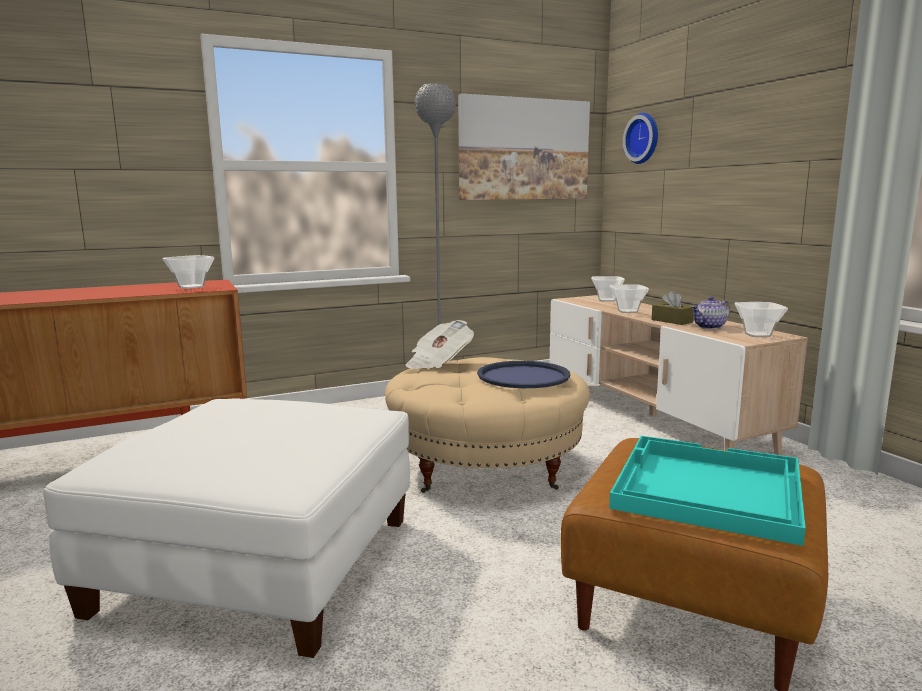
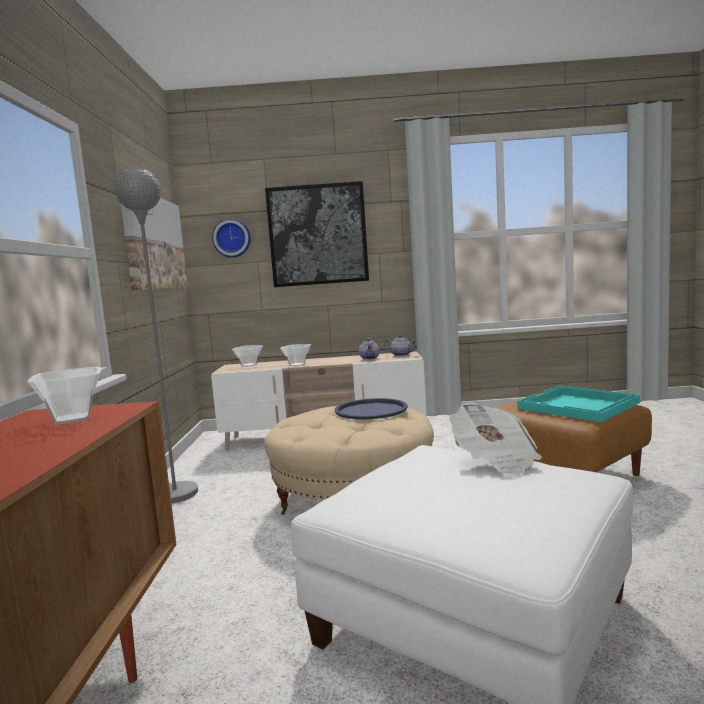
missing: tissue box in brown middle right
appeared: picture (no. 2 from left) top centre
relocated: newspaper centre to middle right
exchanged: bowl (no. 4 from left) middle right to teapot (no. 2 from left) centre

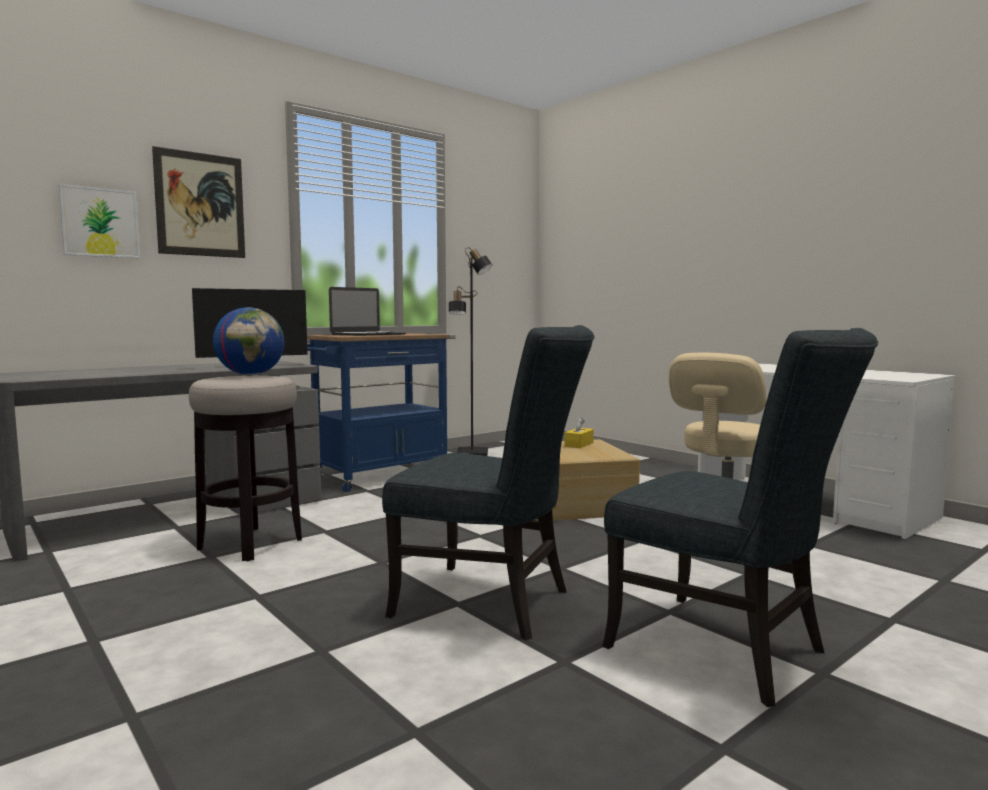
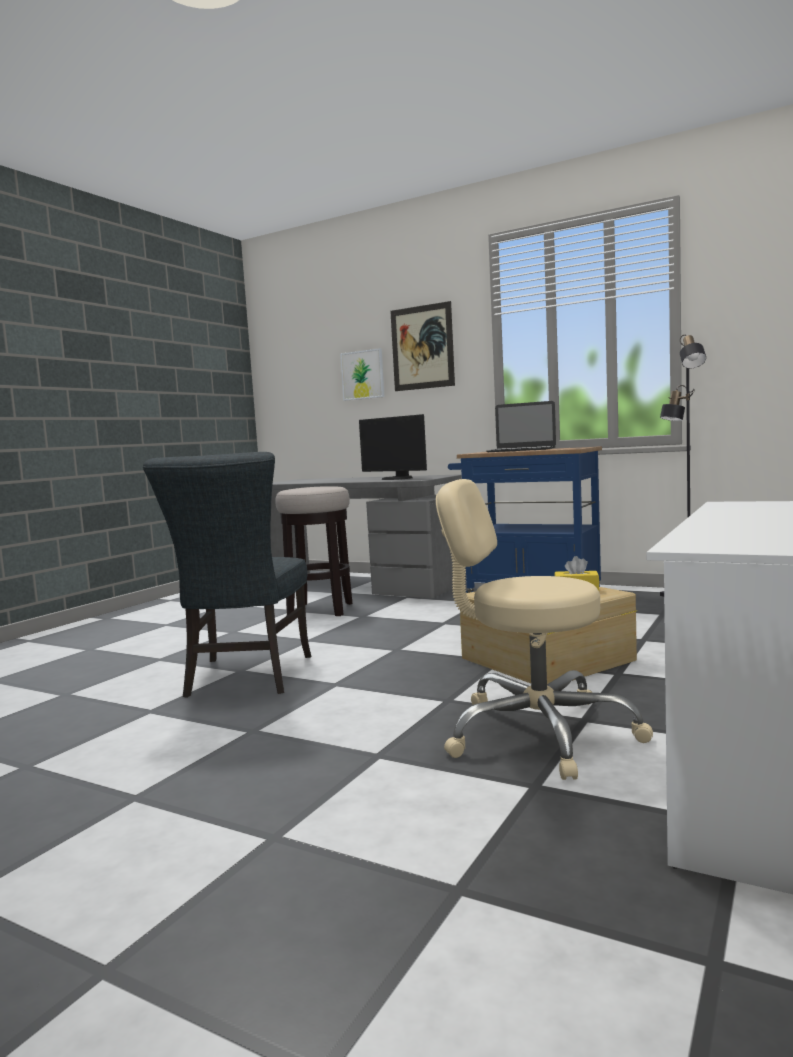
missing: globe middle left; chair in grey (no. 2 from left) middle right

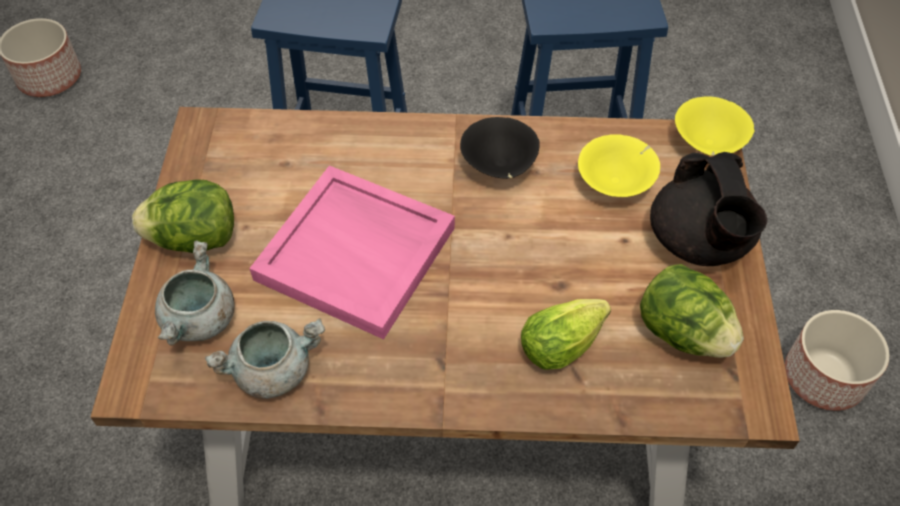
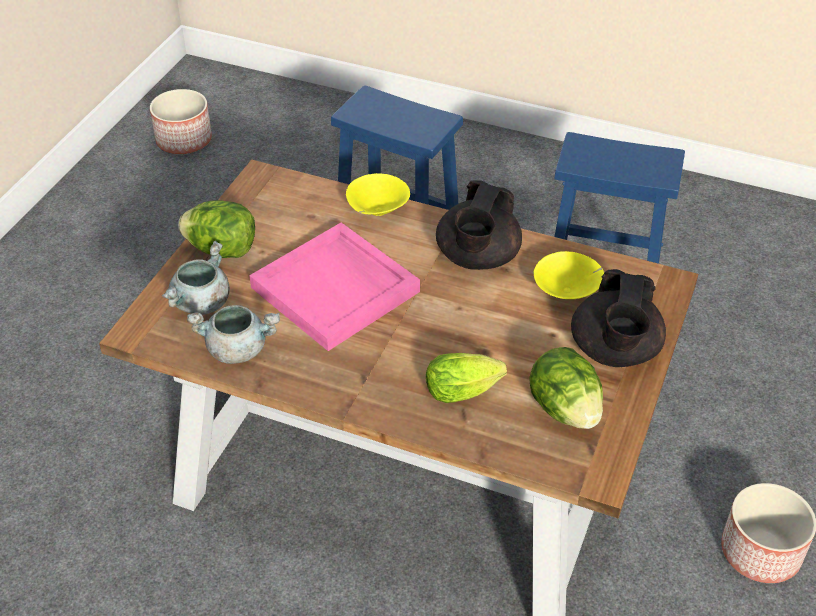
relocated: bowl in yellow (no. 2 from left in the first image) top right to bowl in yellow (no. 1 from left) top centre
exchanged: bowl in black top centre to teapot in black (no. 1 from left) centre

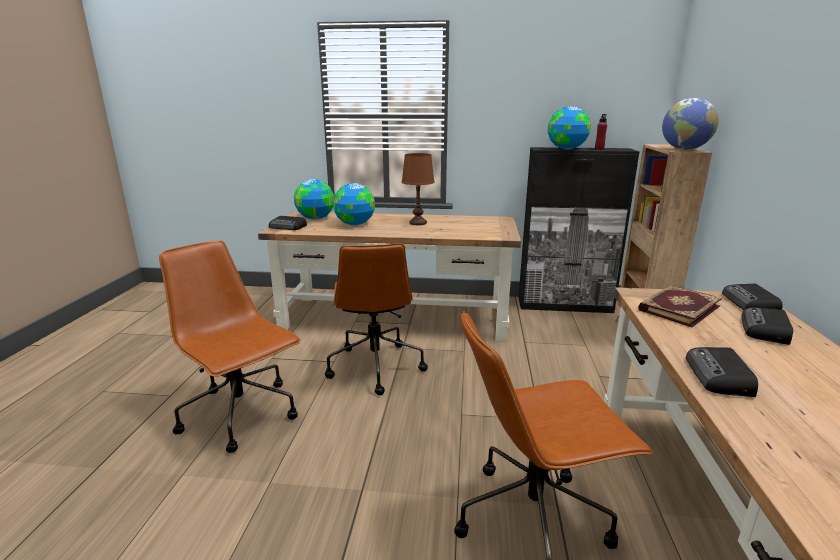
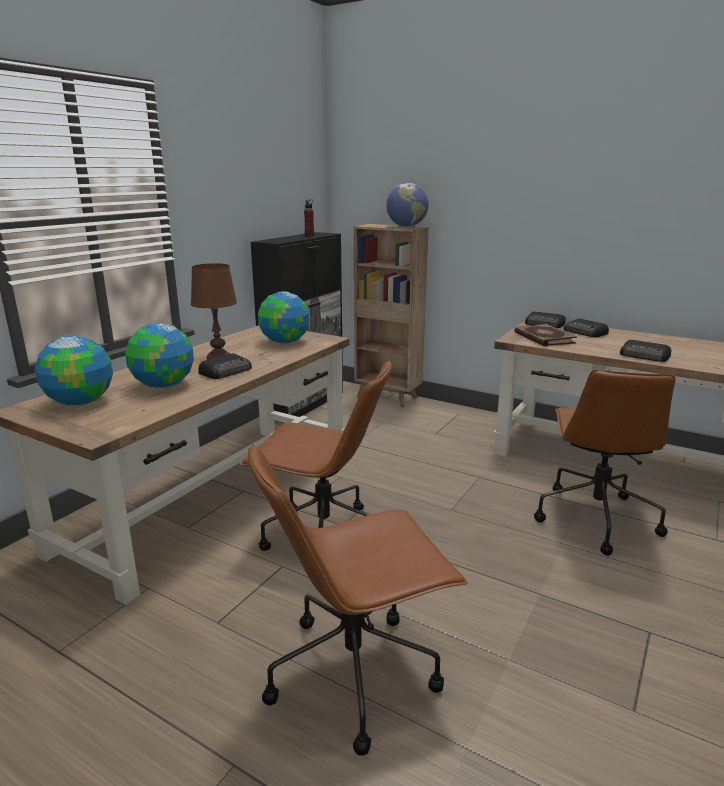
relocated: radio (no. 1 from left) centre to middle left; globe (no. 3 from left) top right to centre

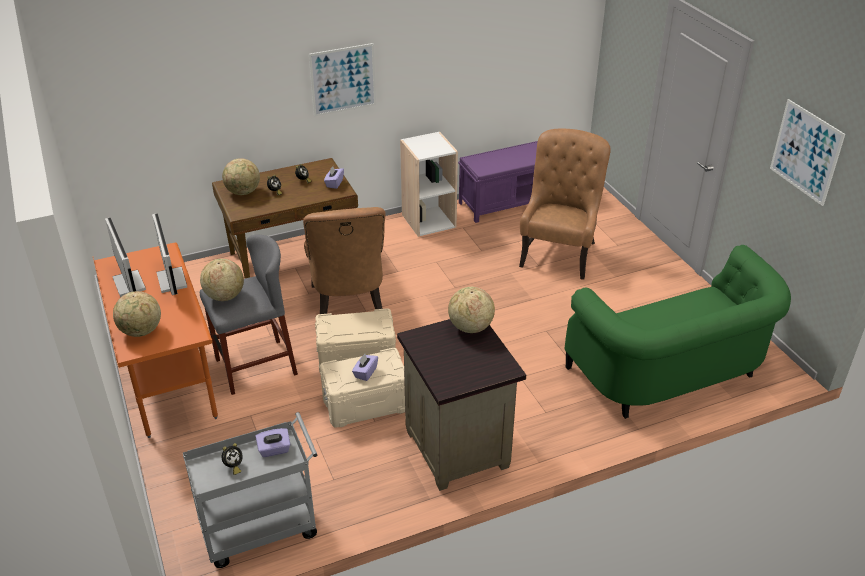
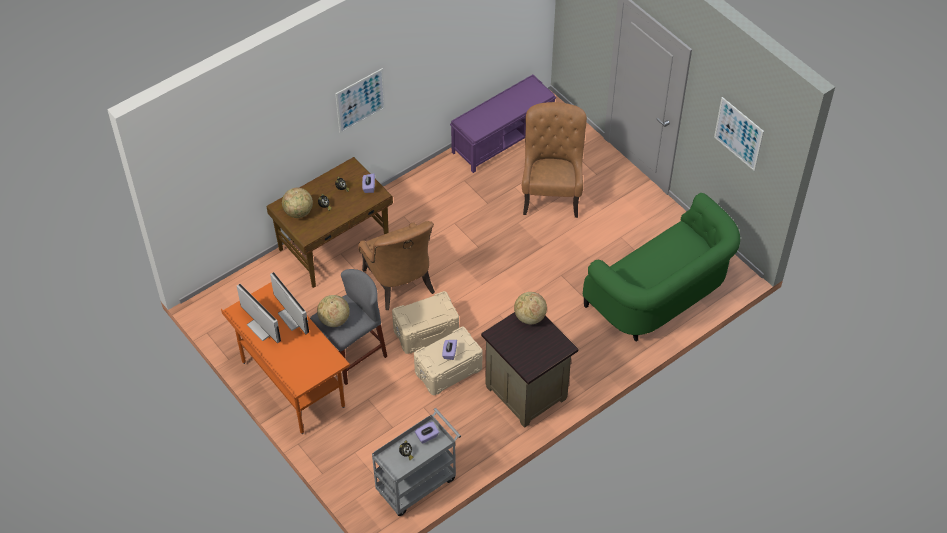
missing: globe (no. 1 from left) middle left; bookcase top centre

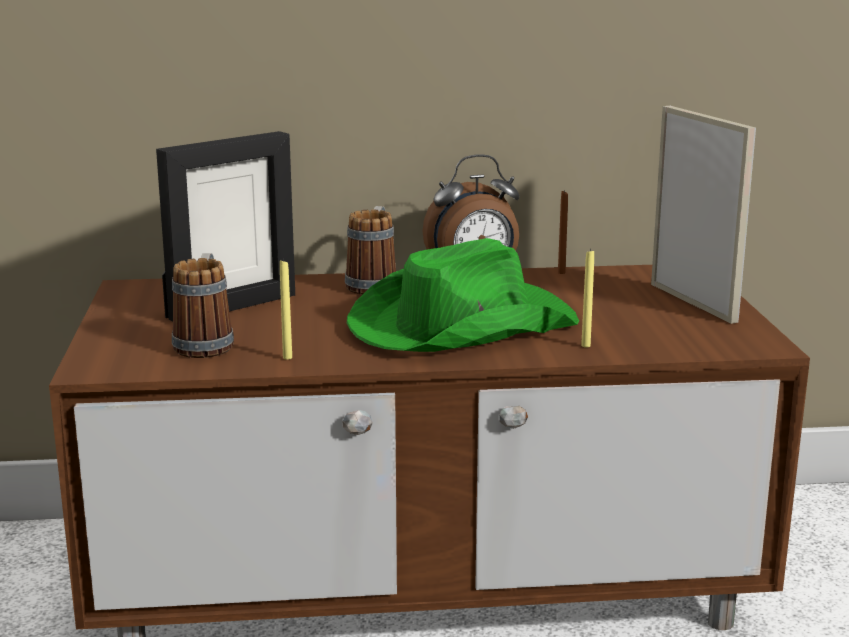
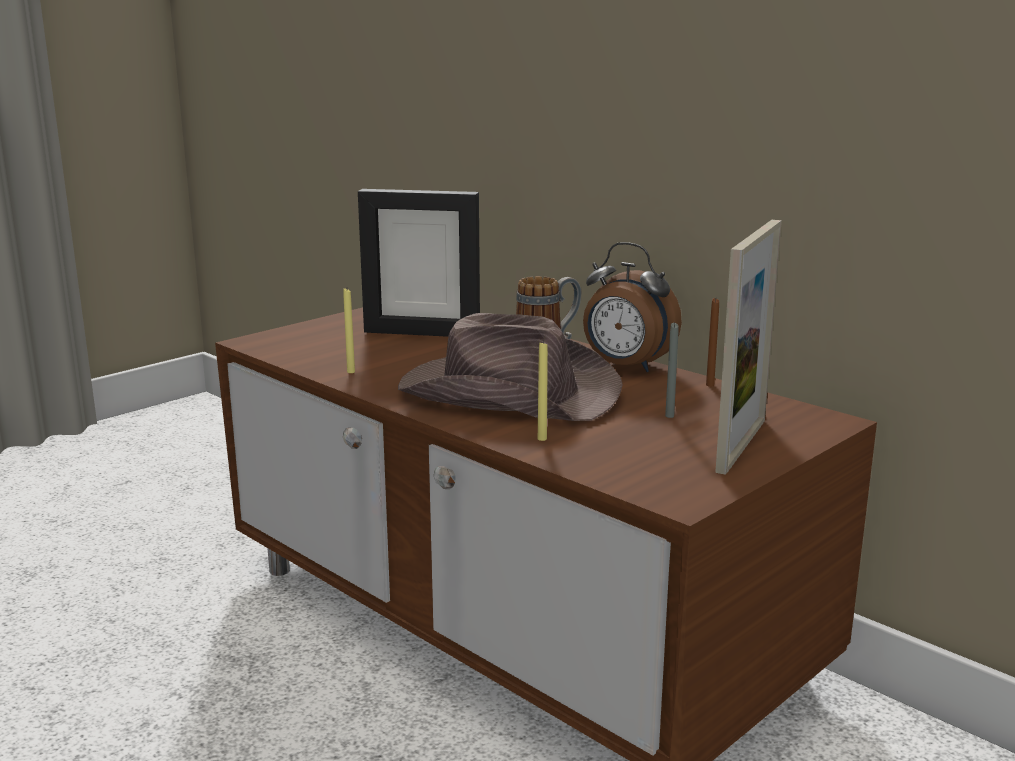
missing: mug (no. 1 from left) middle left
appeared: candle in grey centre
colour: hat in green centre to hat in brown centre

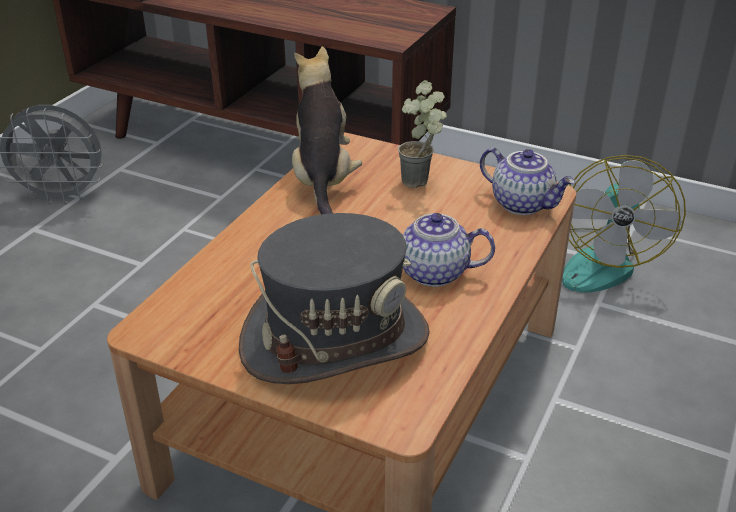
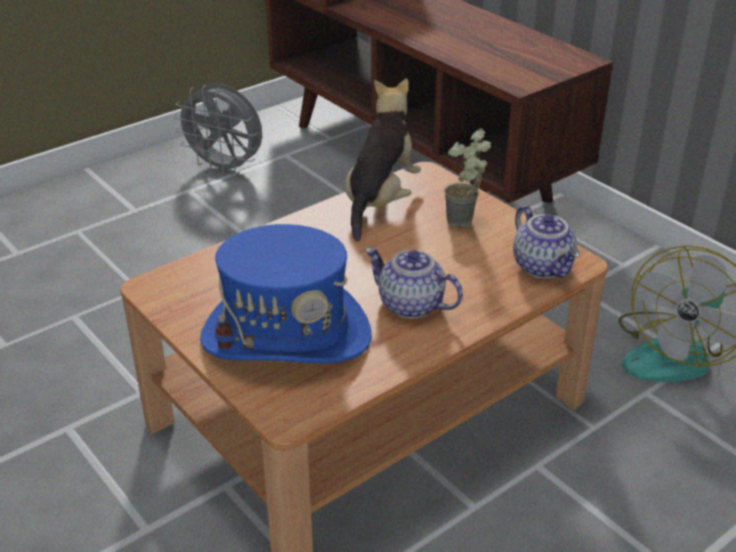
colour: hat in grey centre to hat in blue centre

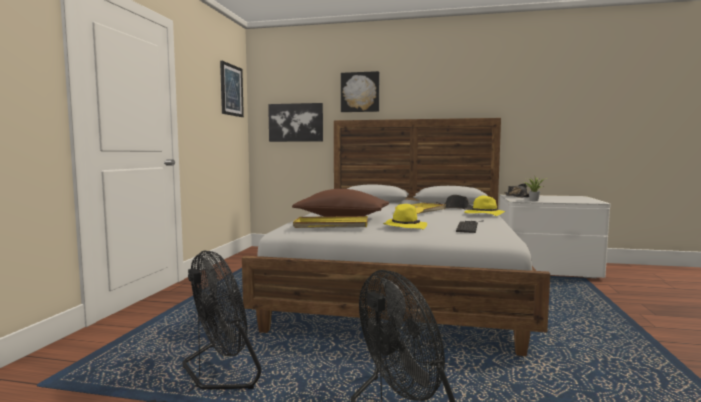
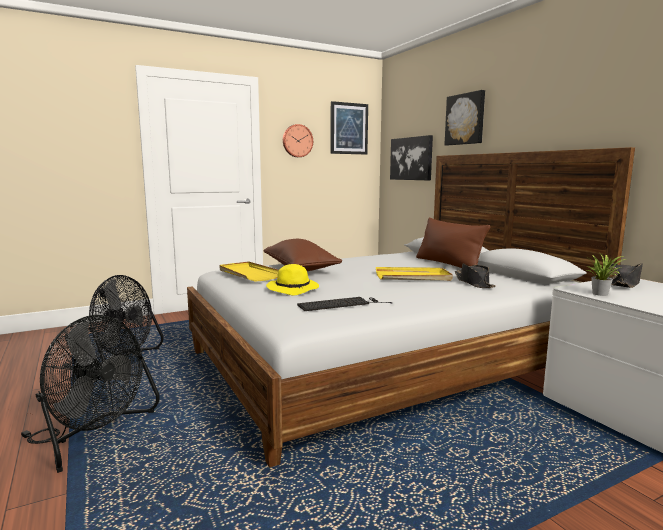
missing: hat in yellow (no. 2 from left) middle right
appeared: wall clock top centre; pillow in brown (no. 2 from left) middle right

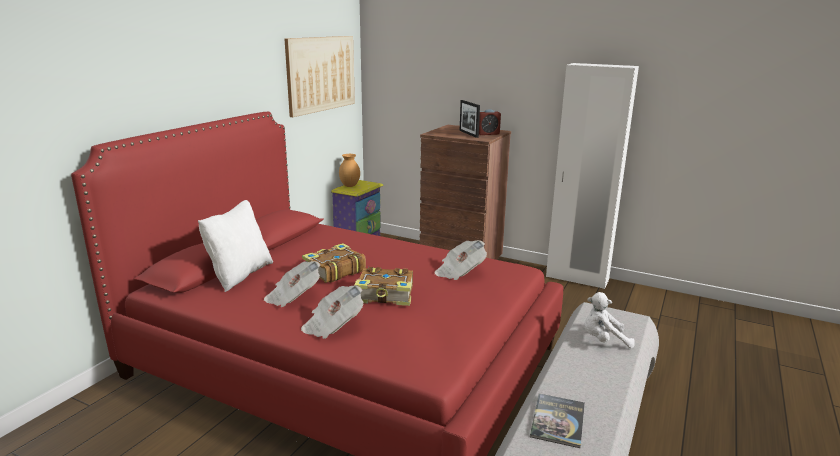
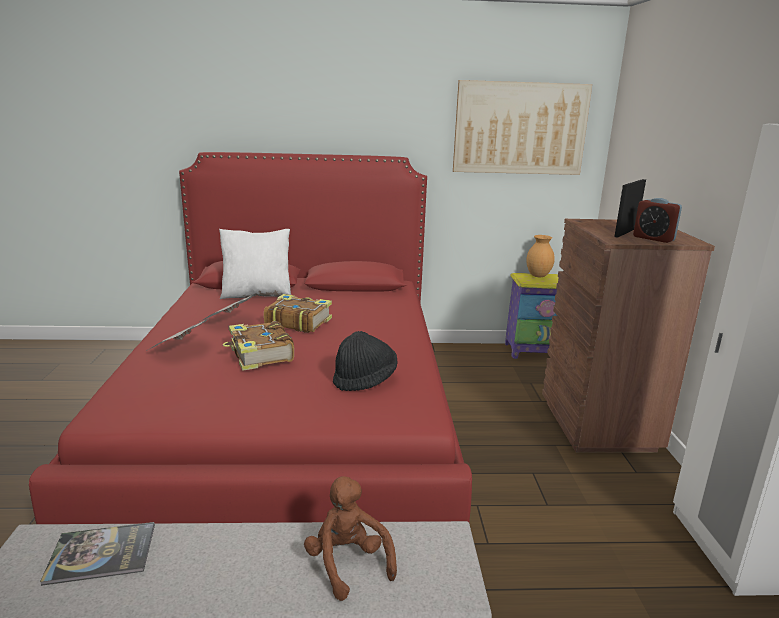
exchanged: newspaper (no. 3 from left) centre to hat in black centre
colour: plush toy in white bottom right to plush toy in brown bottom centre

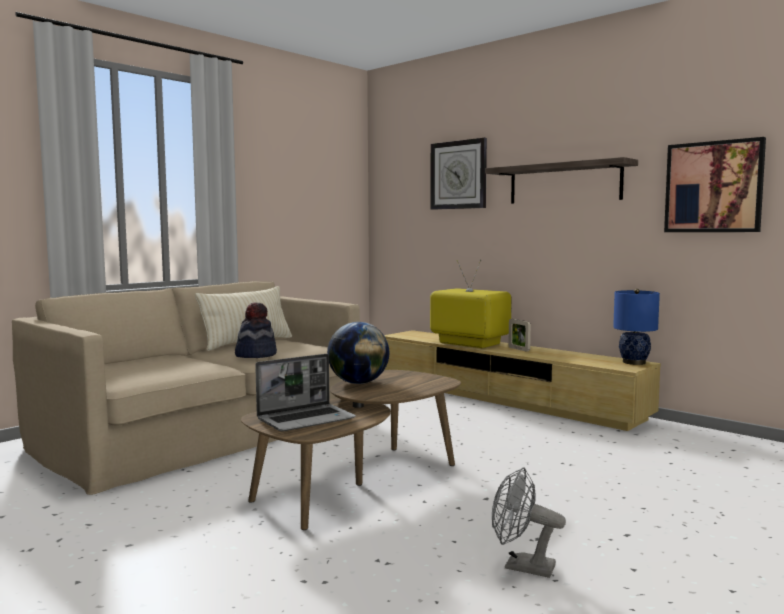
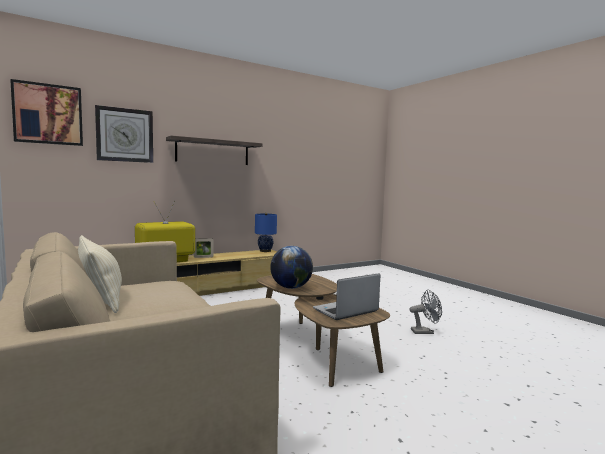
missing: hat middle left
relocated: picture top right to top left
spun: laptop centre = centre 105 degrees counterclockwise; fan in grey bottom right = bottom right 135 degrees counterclockwise

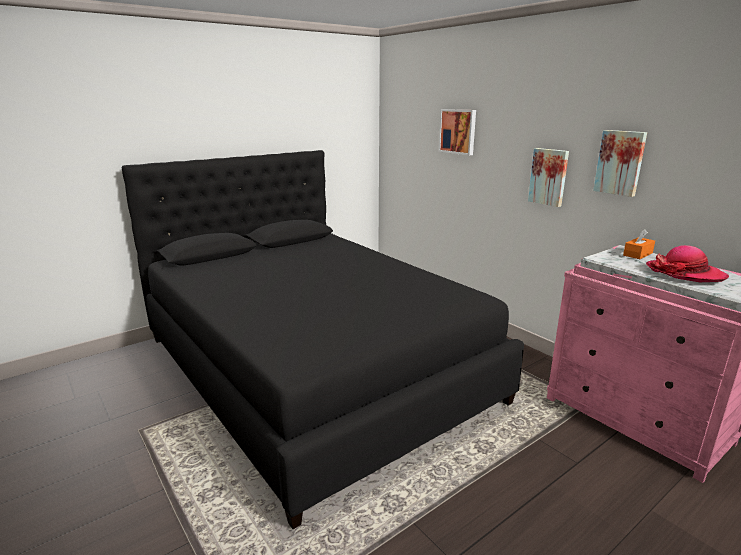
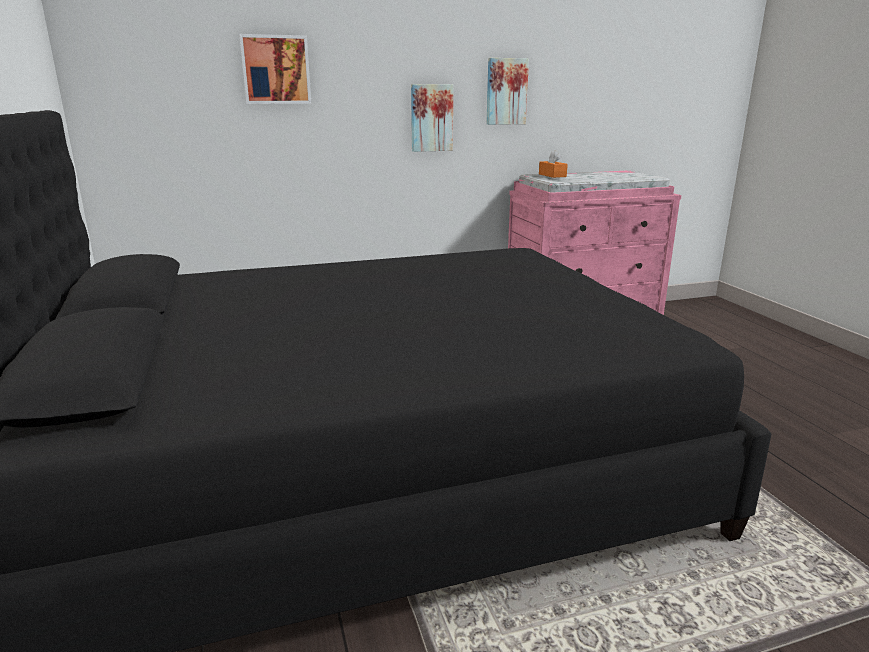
missing: hat middle right

